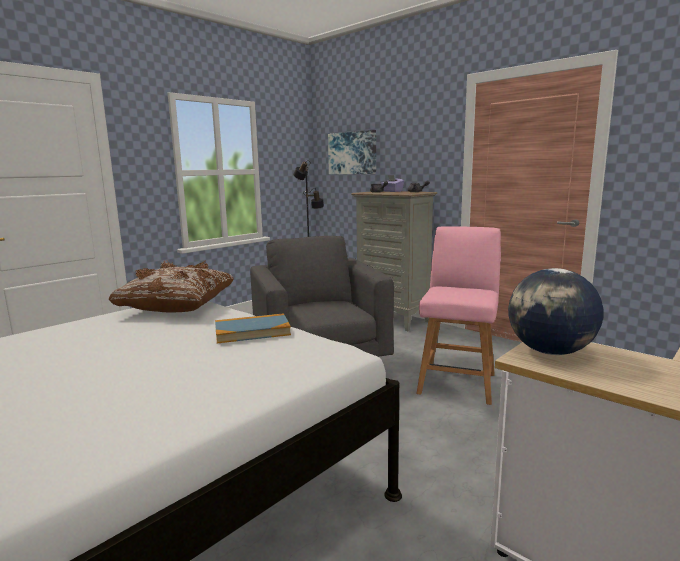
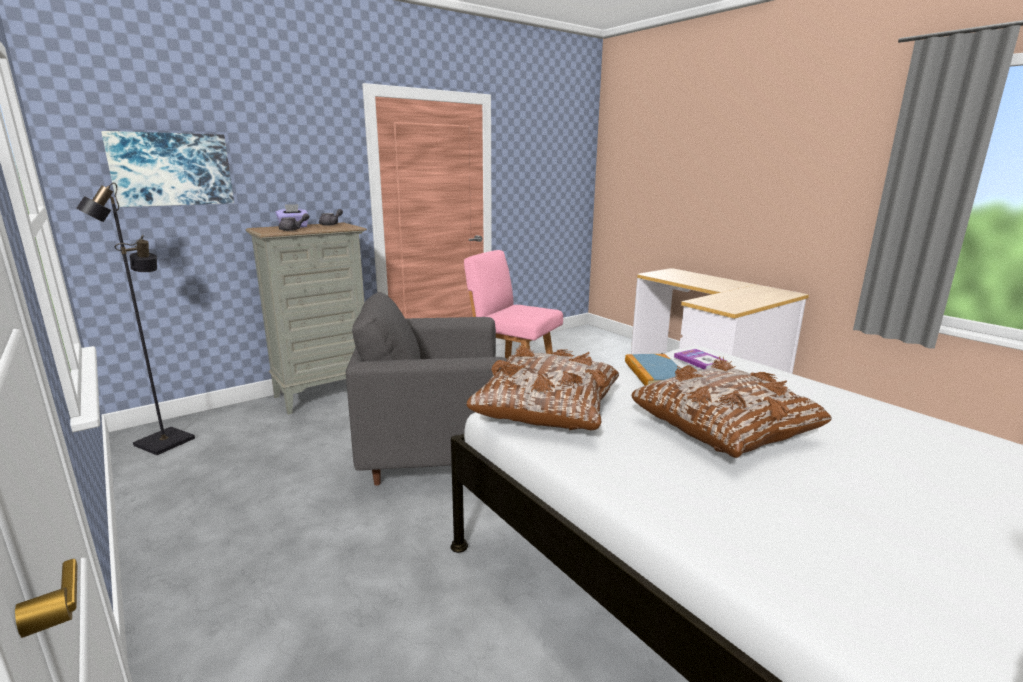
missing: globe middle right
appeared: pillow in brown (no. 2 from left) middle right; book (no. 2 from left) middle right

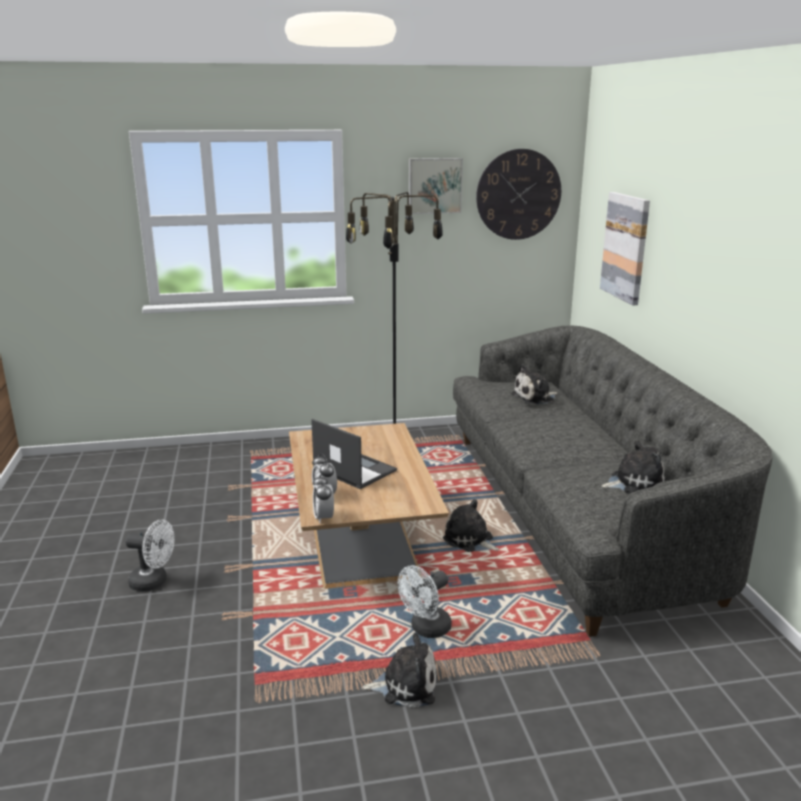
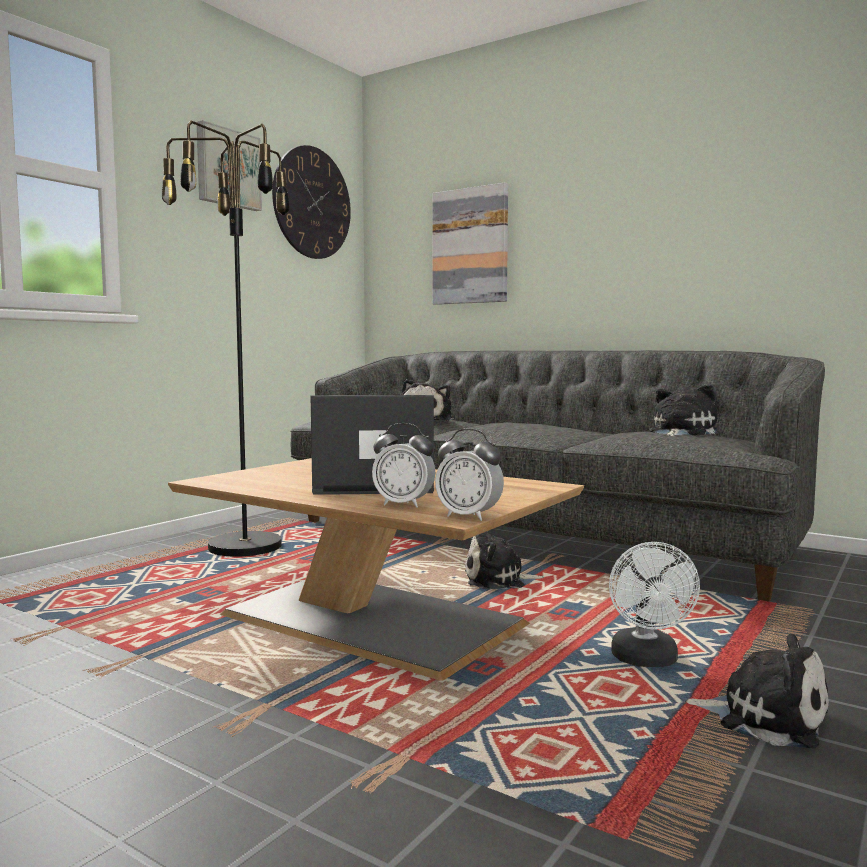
missing: fan in white (no. 1 from left) bottom left
spun: plush toy (no. 1 from left in the first image) bottom centre = bottom right 75 degrees clockwise

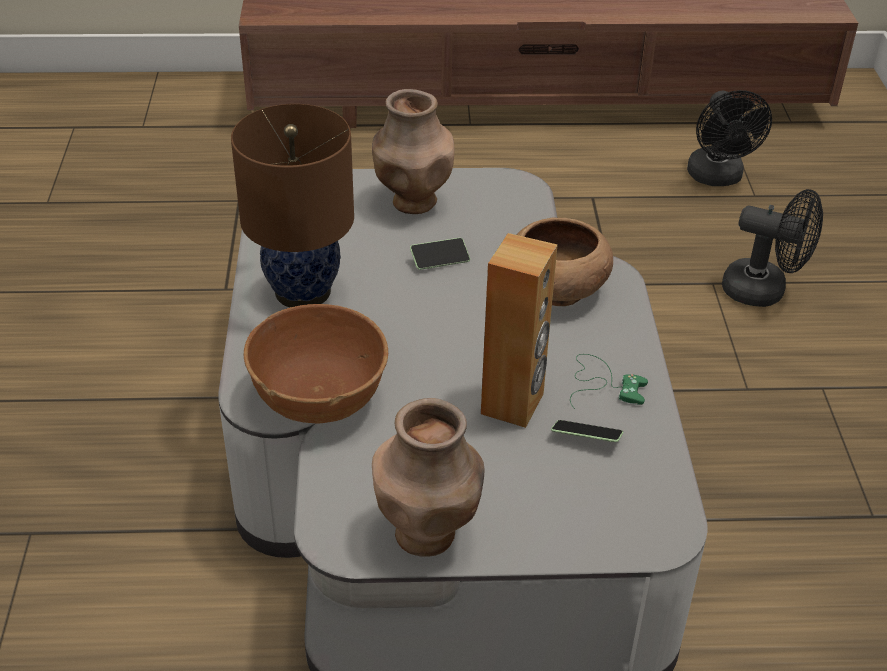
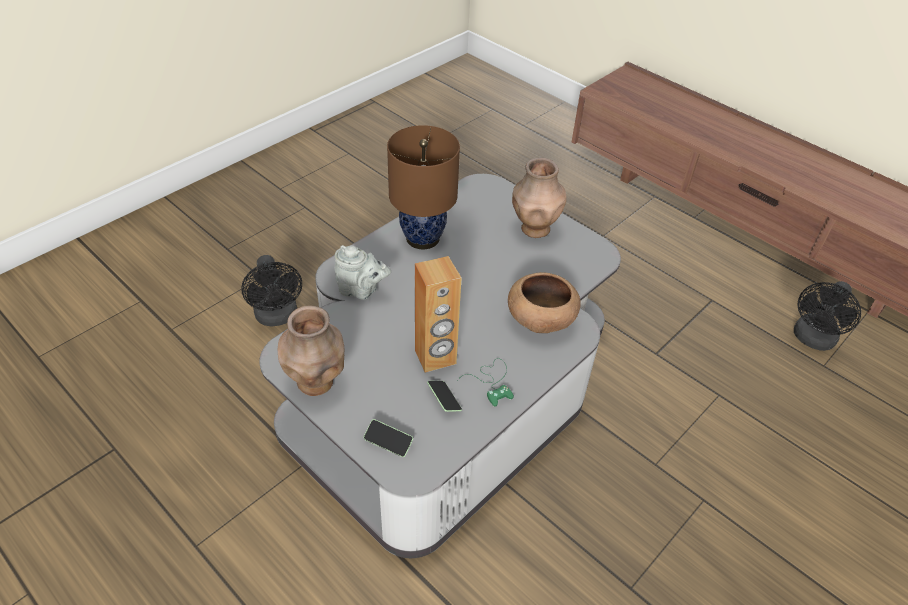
relocated: fan in black (no. 2 from left in the first image) middle right to fan in black (no. 1 from left) middle left; phone (no. 1 from left) centre to bottom centre
exchanged: bowl in brown (no. 1 from left) centre to teapot in grey centre

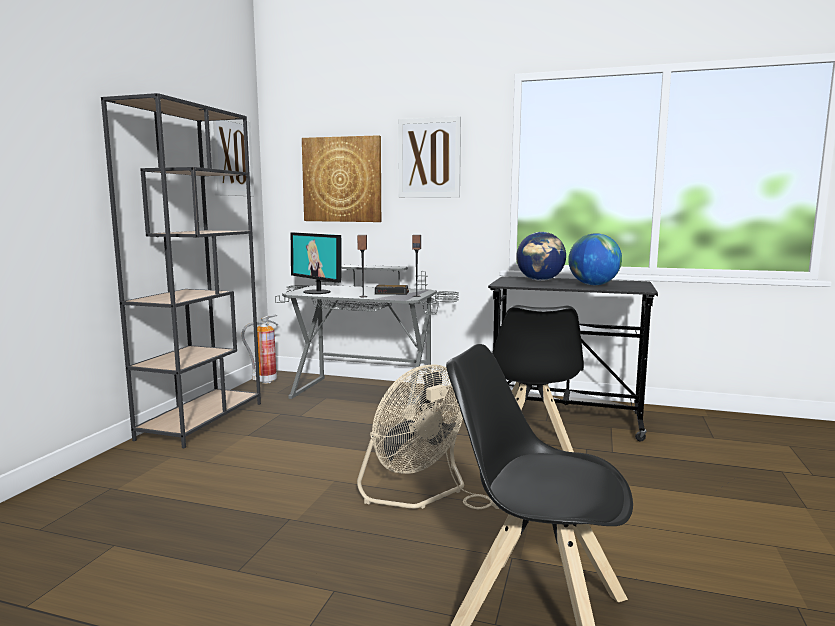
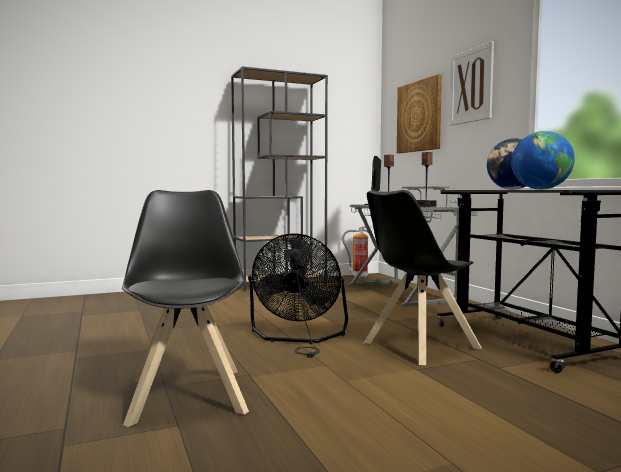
missing: picture (no. 1 from left) top left
colour: fan in beige bottom centre to fan in black centre

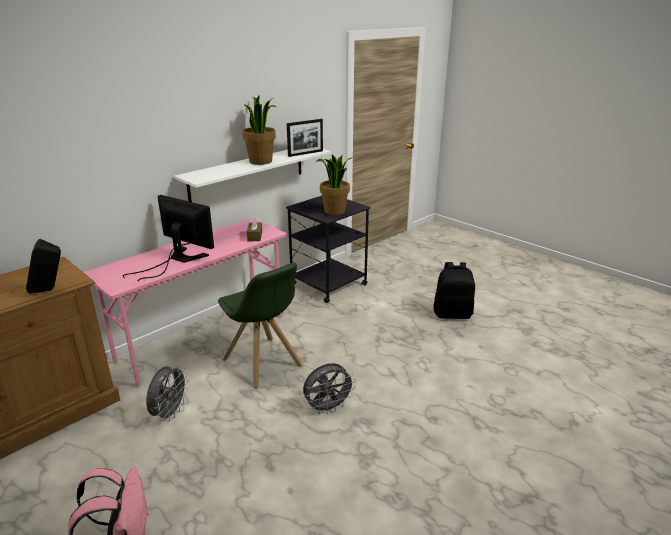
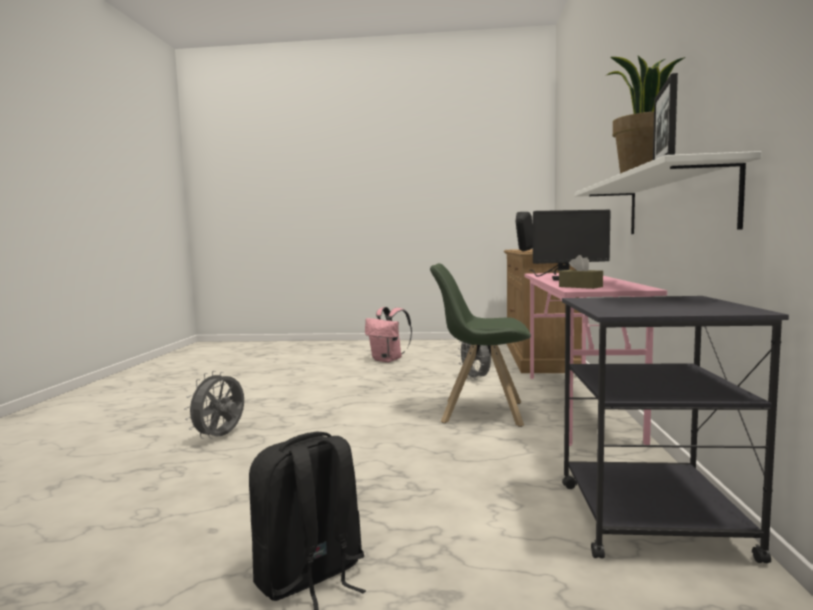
missing: potted plant (no. 2 from left) centre
relocated: fan in grey (no. 2 from left in the first image) bottom centre to fan in grey (no. 1 from left) middle left

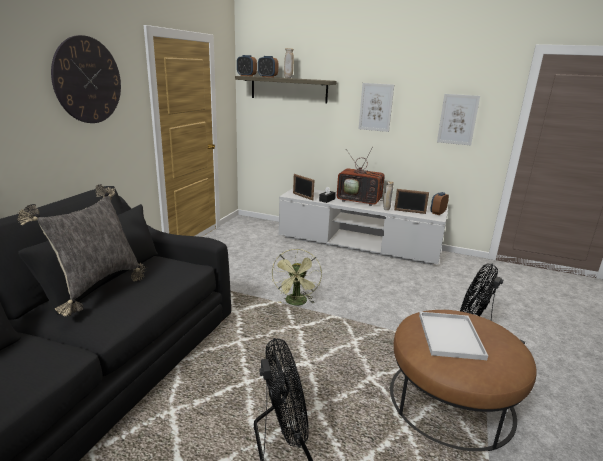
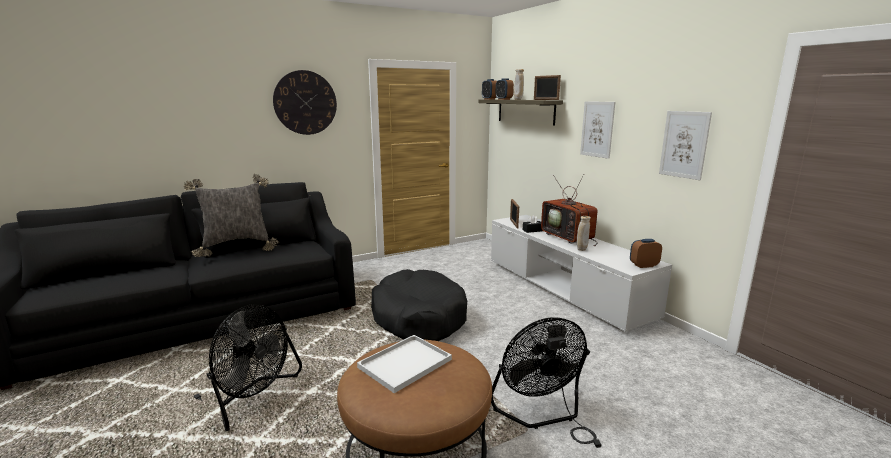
relocated: picture frame (no. 2 from left) middle right to top centre
exchanged: fan in green centre to dog bed in black centre

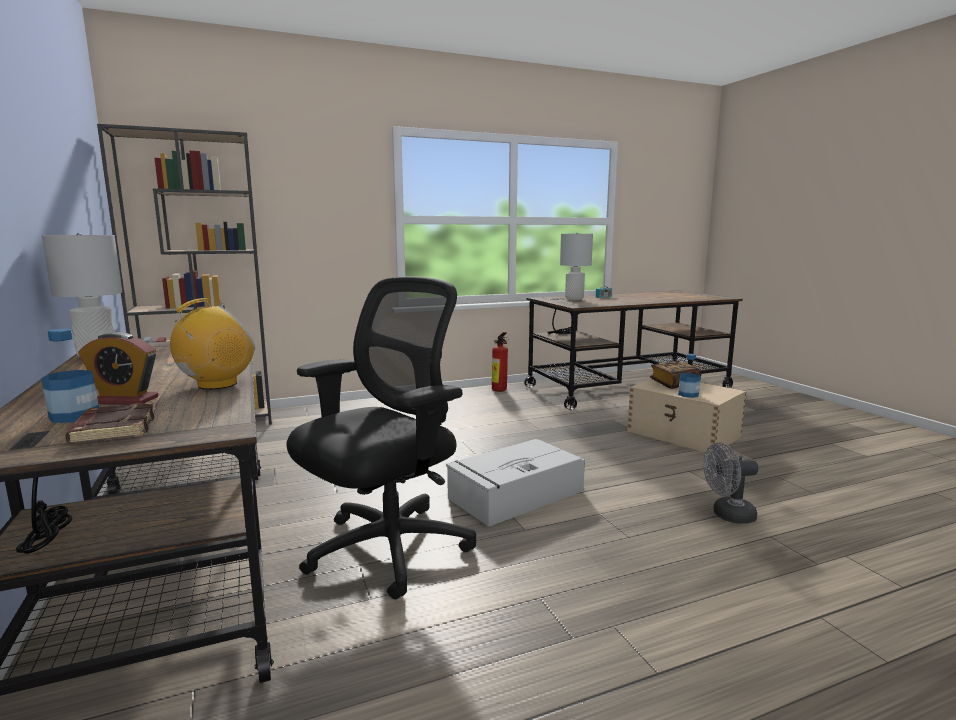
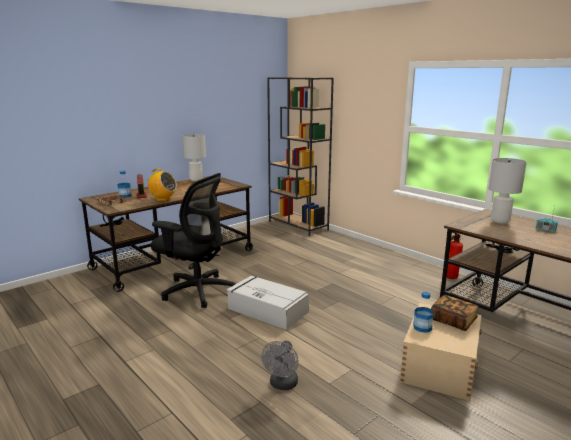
spun: fan in grey bottom right = bottom centre 135 degrees counterclockwise

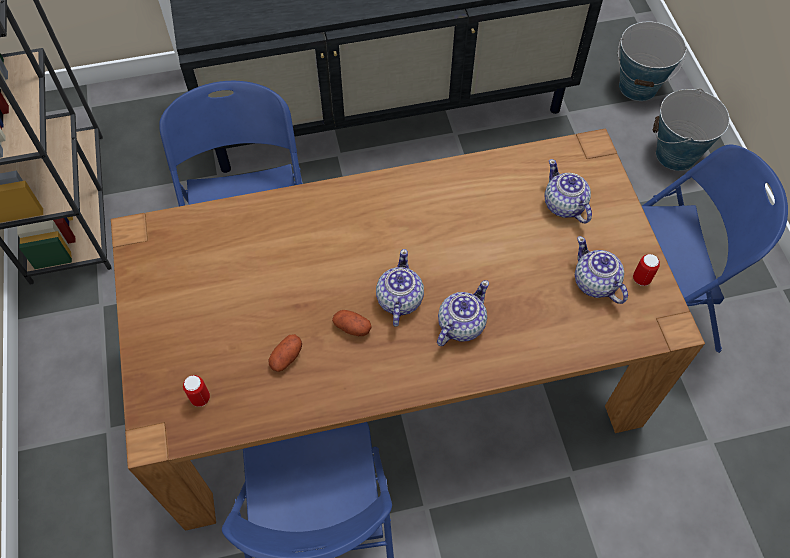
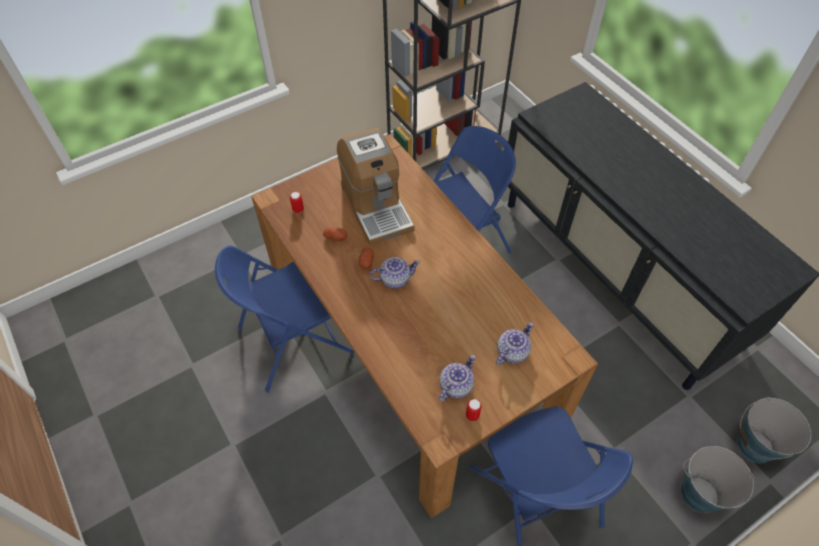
missing: teapot (no. 2 from left) centre
appeared: coffee machine centre

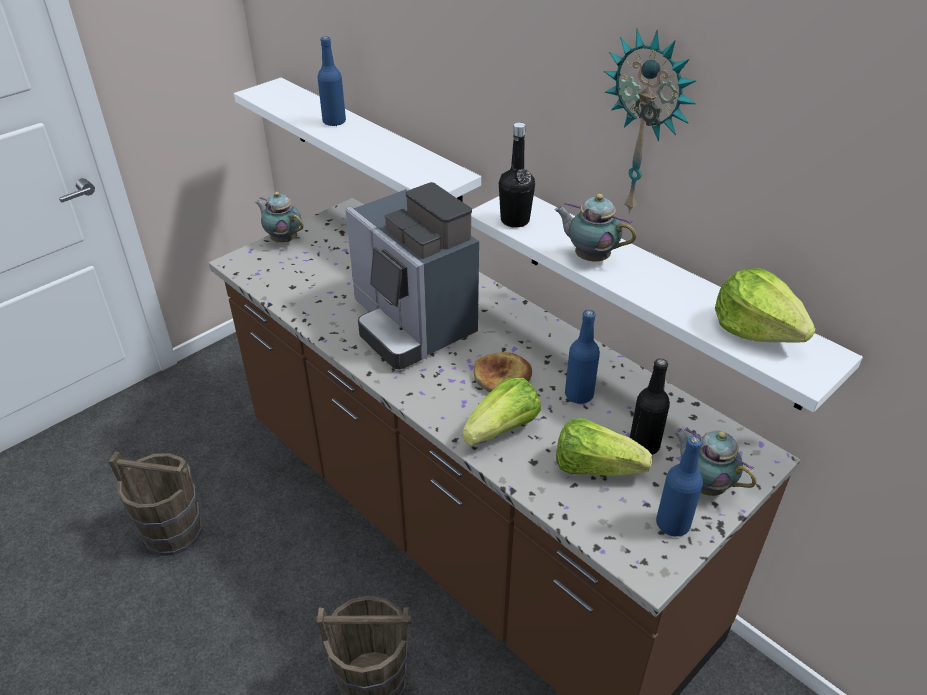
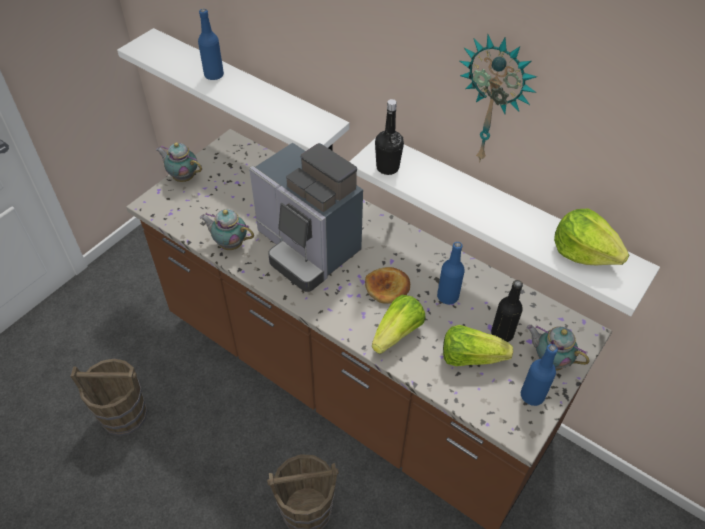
relocated: teapot (no. 2 from left) top centre to middle left

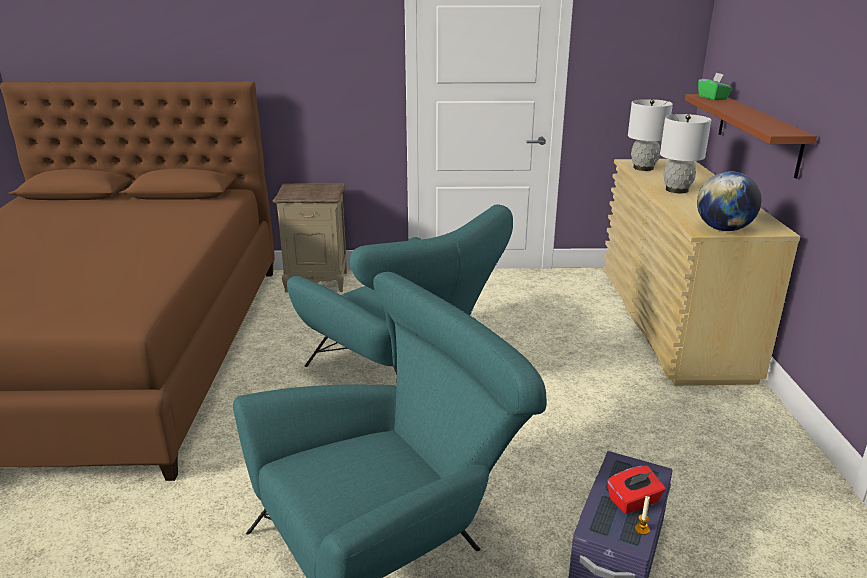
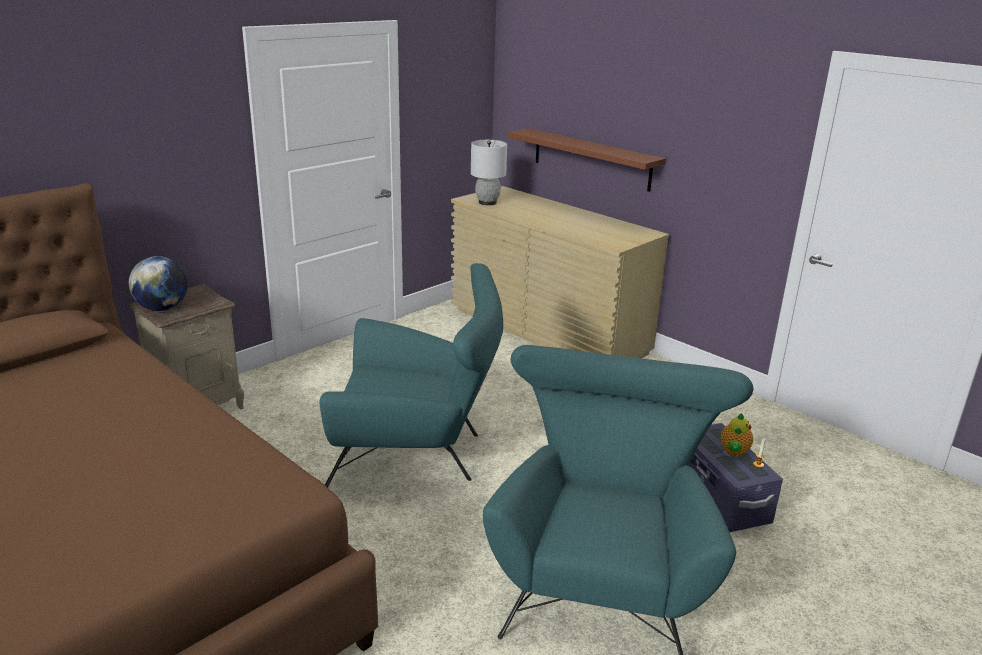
missing: table lamp in white (no. 2 from left) top right; tissue box in green top right
relocated: globe middle right to middle left
exchanged: tissue box in red bottom right to teapot middle right

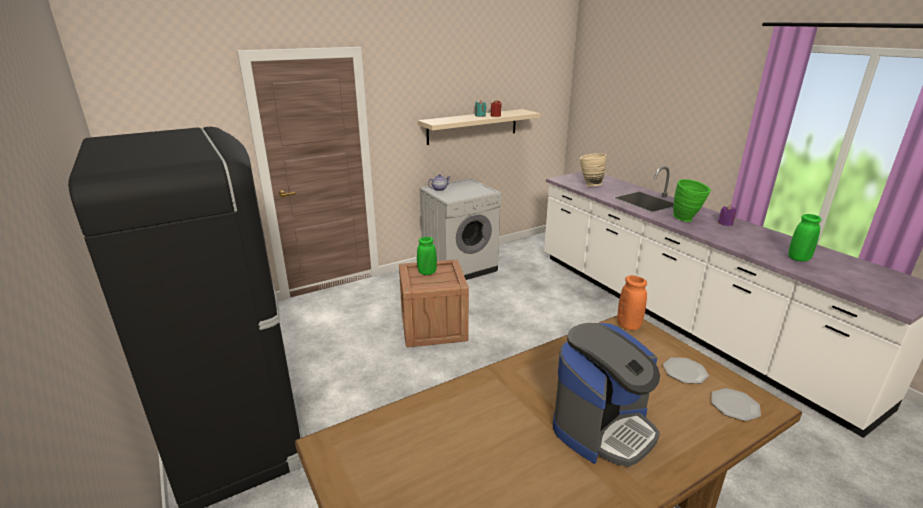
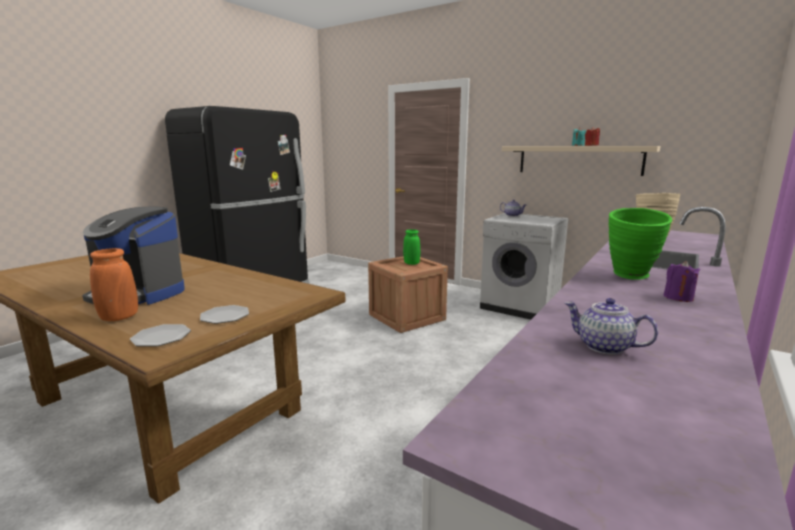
relocated: vase in orange middle right to middle left
exchanged: vase in green (no. 3 from left) middle right to teapot (no. 2 from left) middle right

